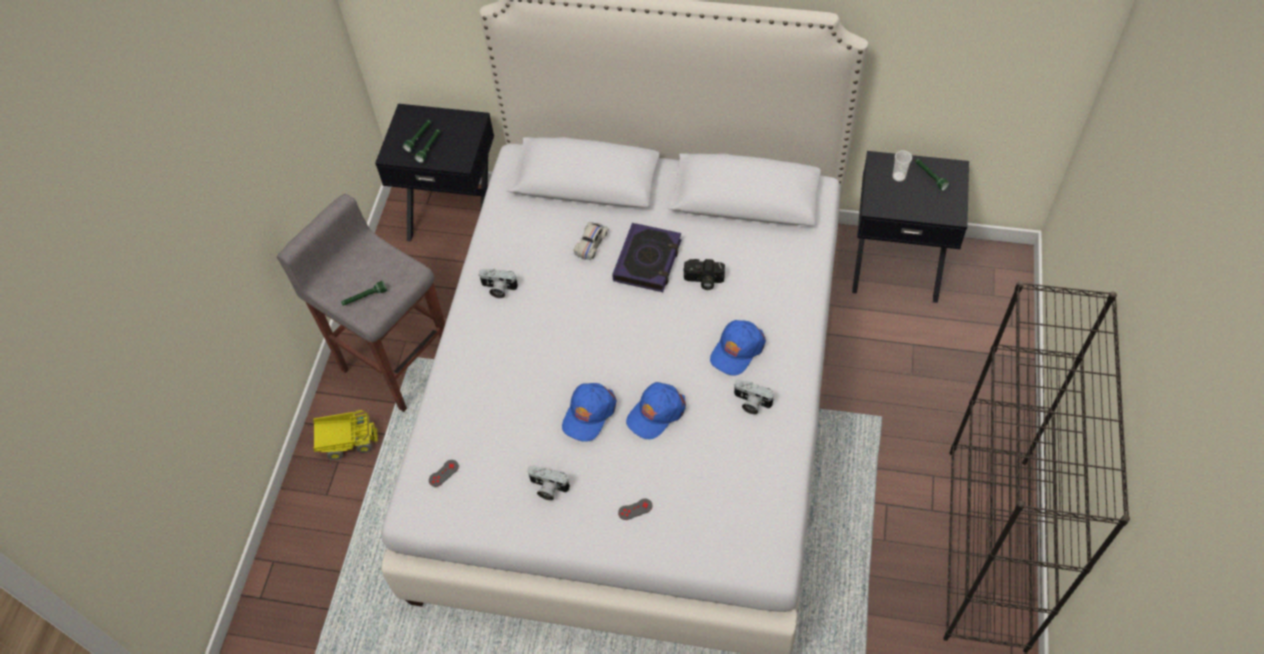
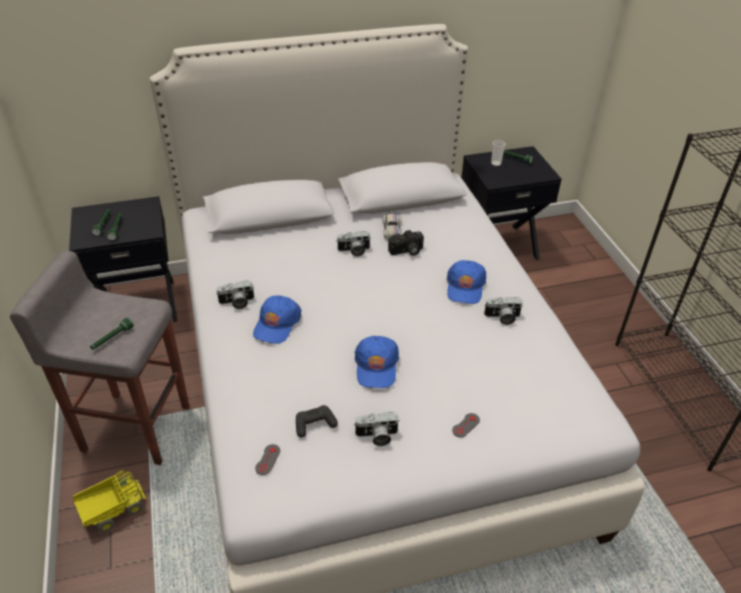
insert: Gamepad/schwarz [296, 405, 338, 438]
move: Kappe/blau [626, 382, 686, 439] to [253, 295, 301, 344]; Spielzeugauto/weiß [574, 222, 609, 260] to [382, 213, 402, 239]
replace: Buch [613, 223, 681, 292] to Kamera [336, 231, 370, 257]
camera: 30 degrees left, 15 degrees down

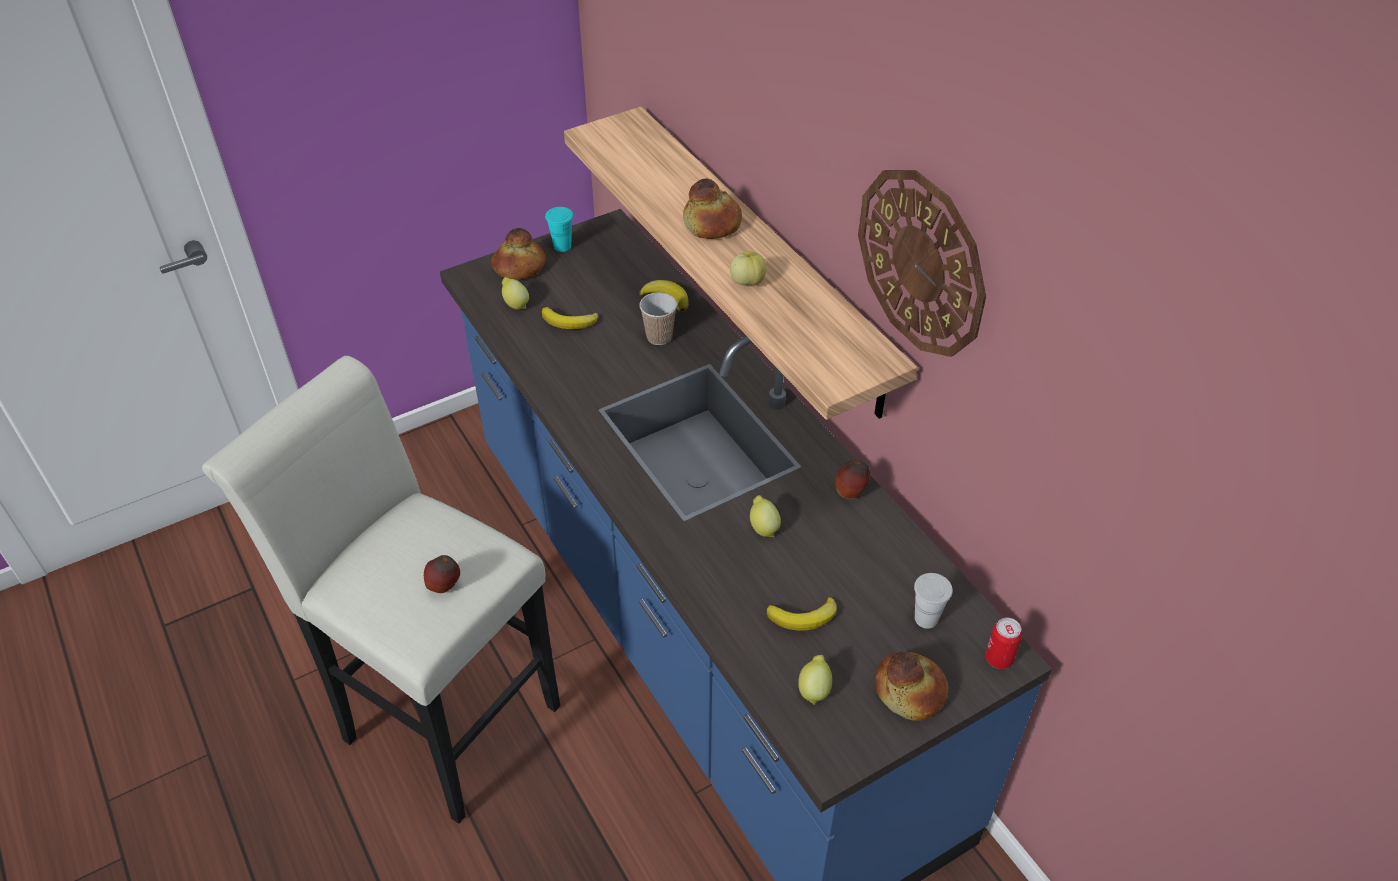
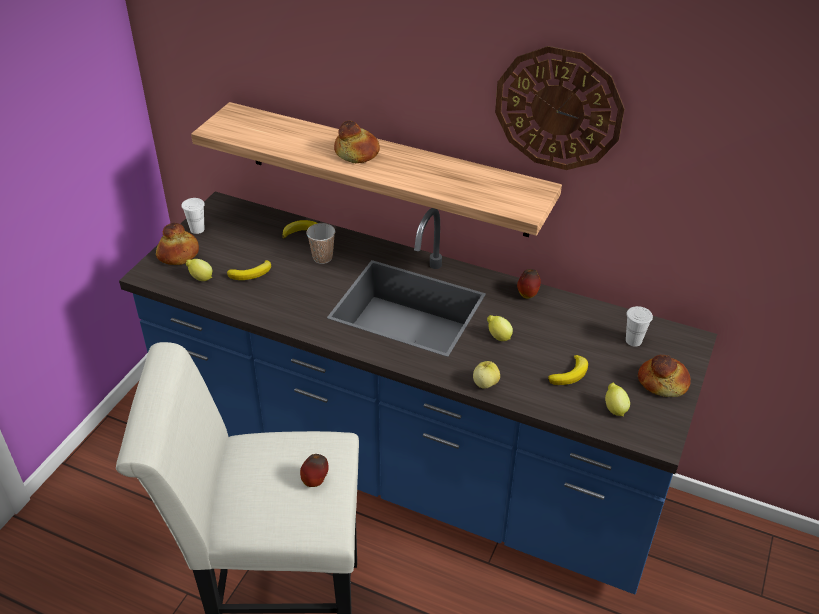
delete: Dose [985, 618, 1022, 669]
move: Apfel [730, 251, 767, 286] to [473, 361, 500, 388]
recolor: Tasse/türkis [545, 207, 574, 252] to Tasse/weiß [182, 198, 205, 234]
camera: 35 degrees left, 5 degrees down

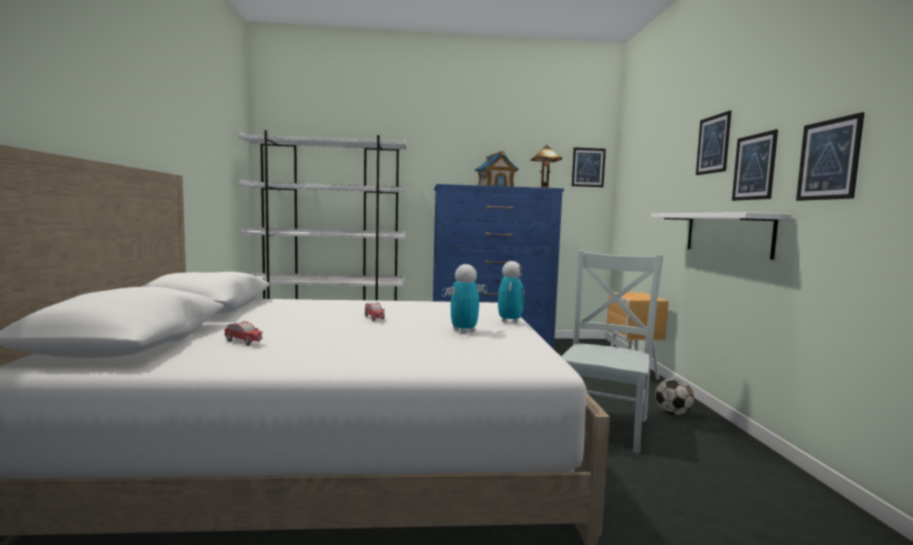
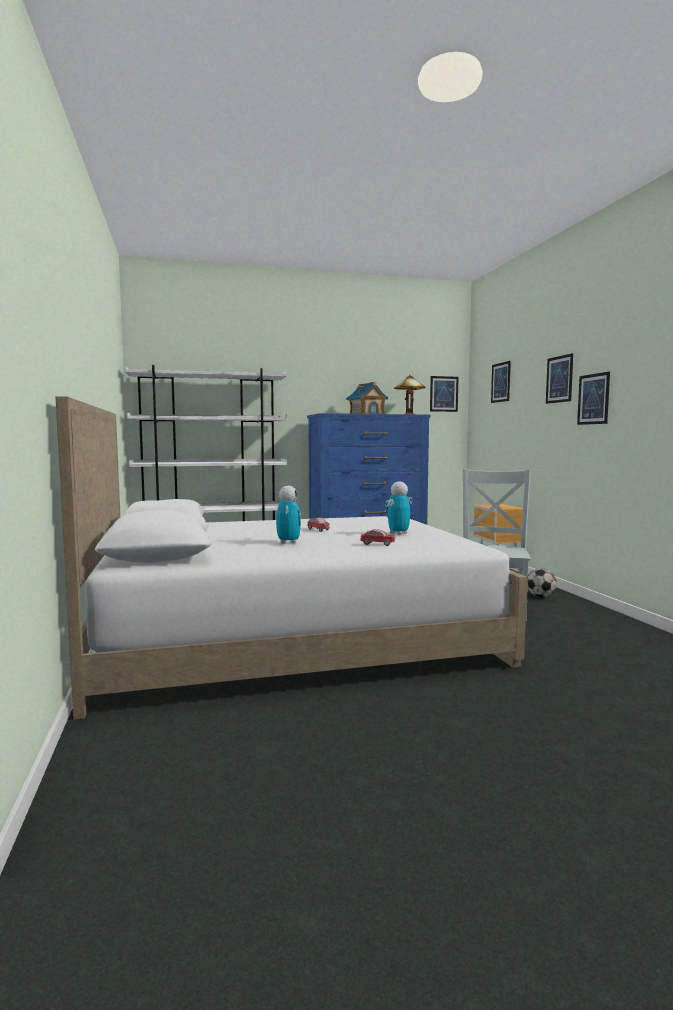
delete: Wandregal/weiß [651, 212, 792, 260]
move: Spielzeugroboter [498, 261, 524, 323] to [276, 486, 301, 544]; Spielzeugauto [224, 321, 263, 346] to [360, 529, 395, 546]; Bild [796, 112, 865, 201] to [491, 361, 511, 403]
camera: 10 degrees left, 0 degrees up

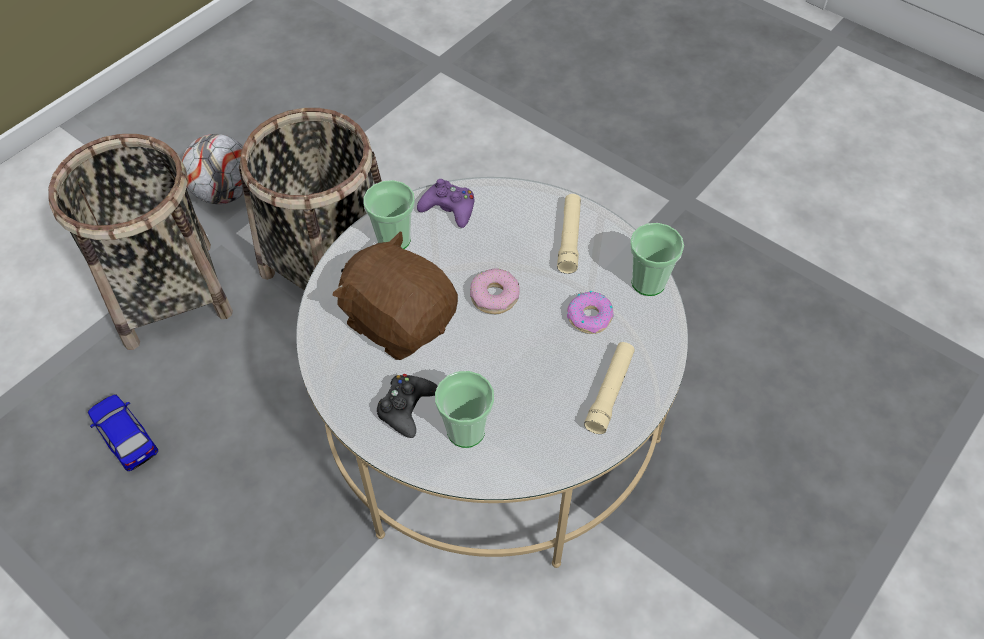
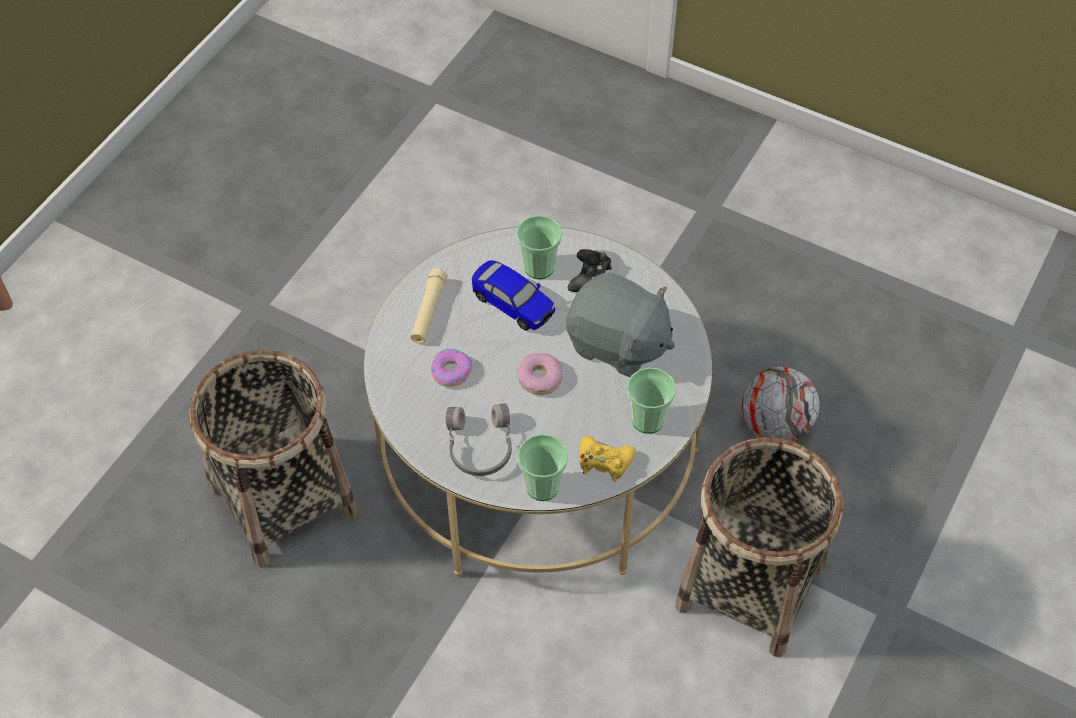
move: Korb [48, 134, 233, 350] to [189, 350, 357, 567]; Spielzeugauto [88, 394, 158, 471] to [472, 260, 555, 331]; Tasse [630, 223, 684, 296] to [517, 434, 568, 501]; Fußball [182, 134, 244, 204] to [741, 367, 820, 442]
replace: Taschenlampe/beige [557, 194, 581, 274] to Kopfhörer/grau [446, 403, 512, 476]
recolor: Plüschtier/braun [332, 231, 458, 360] to Plüschtier/grau [566, 272, 675, 377]; Gamepad/lila [417, 179, 474, 228] to Gamepad/gelb [579, 435, 636, 482]
camera: 170 degrees right, 0 degrees up

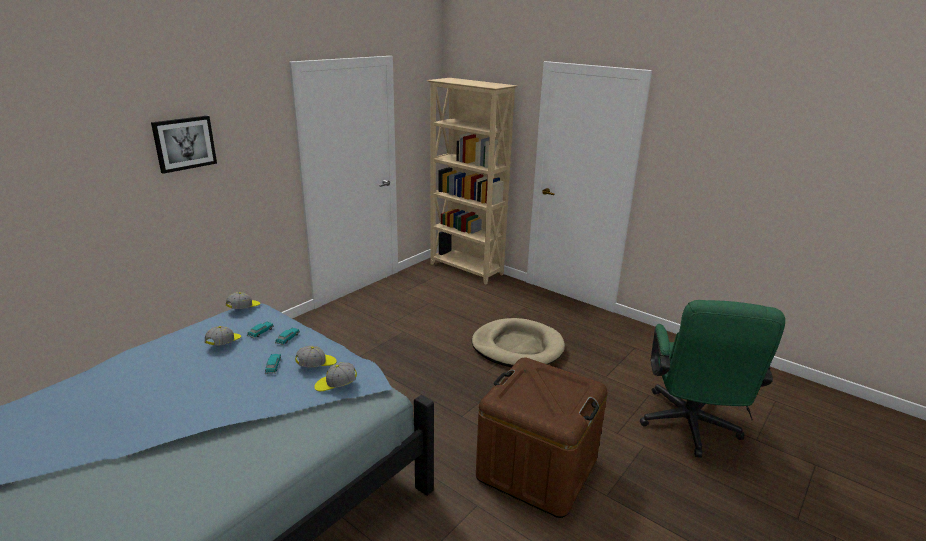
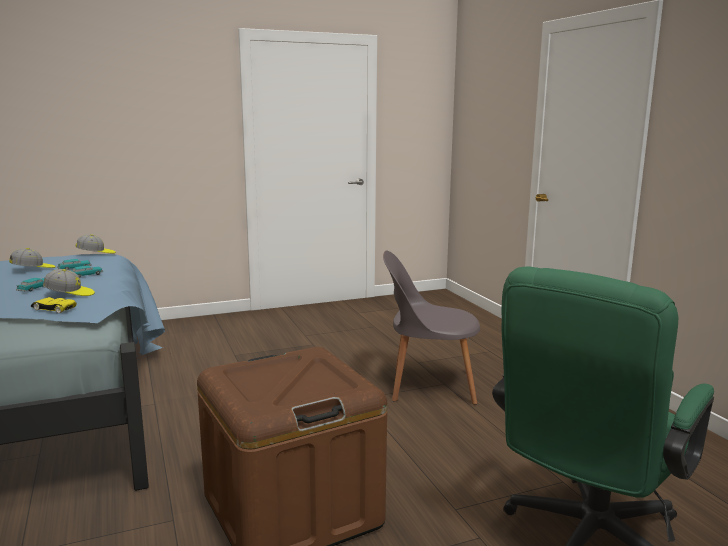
delete: Bild [151, 116, 217, 174]; Bücherregal/beige [427, 78, 517, 284]
replace: Kappe [314, 362, 357, 391] to Spielzeugauto/gelb [31, 297, 77, 313]; Hundebett/beige [472, 318, 565, 367] to Stuhl/grau [383, 251, 480, 405]
camera: 30 degrees right, 10 degrees down

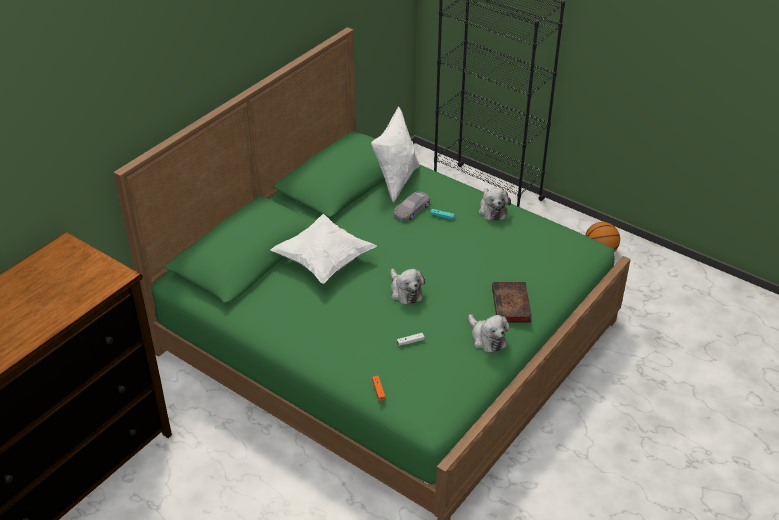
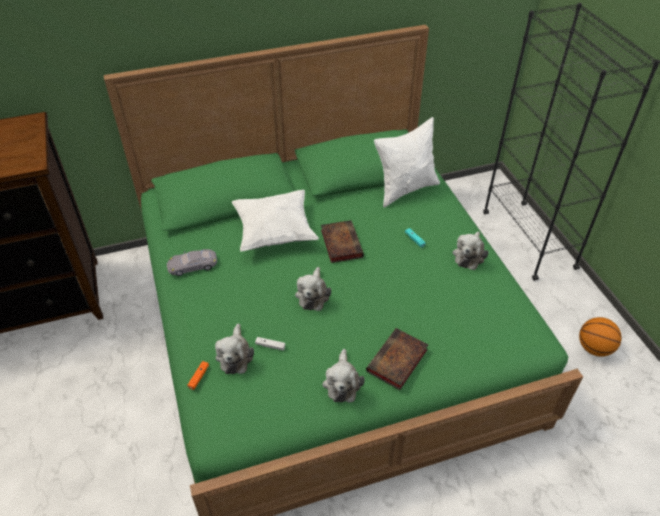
insert: Plüschtier [215, 324, 254, 374]; Buch [321, 220, 364, 263]
move: Spielzeugauto/grau [393, 191, 430, 221] to [167, 249, 217, 276]
camera: 35 degrees right, 5 degrees up

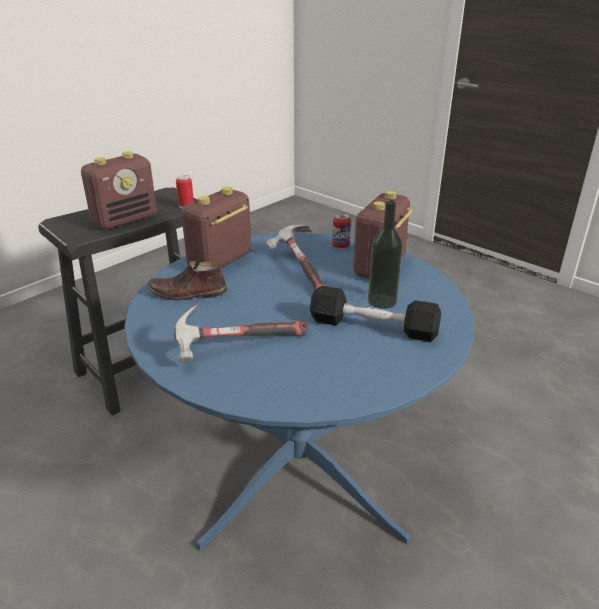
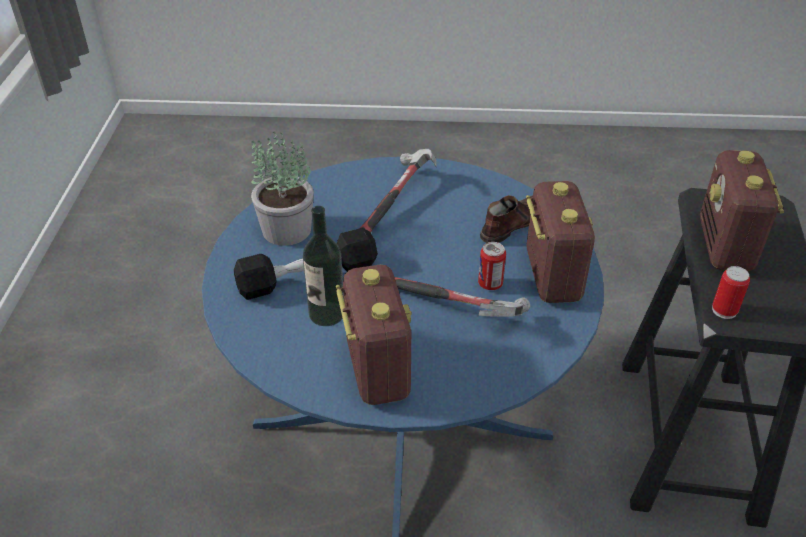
insert: Topfpflanze [251, 132, 314, 246]
move: Dose [332, 213, 351, 249] to [478, 242, 506, 290]
camera: 140 degrees right, 10 degrees up

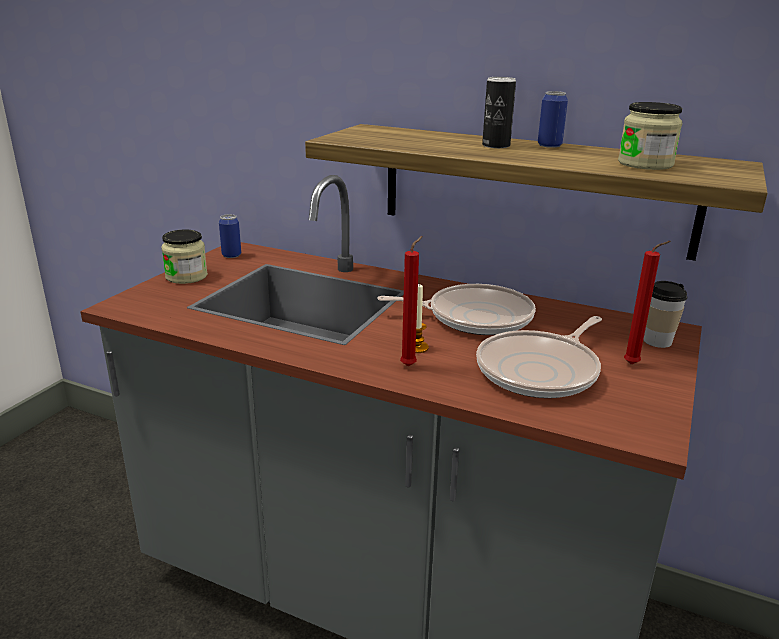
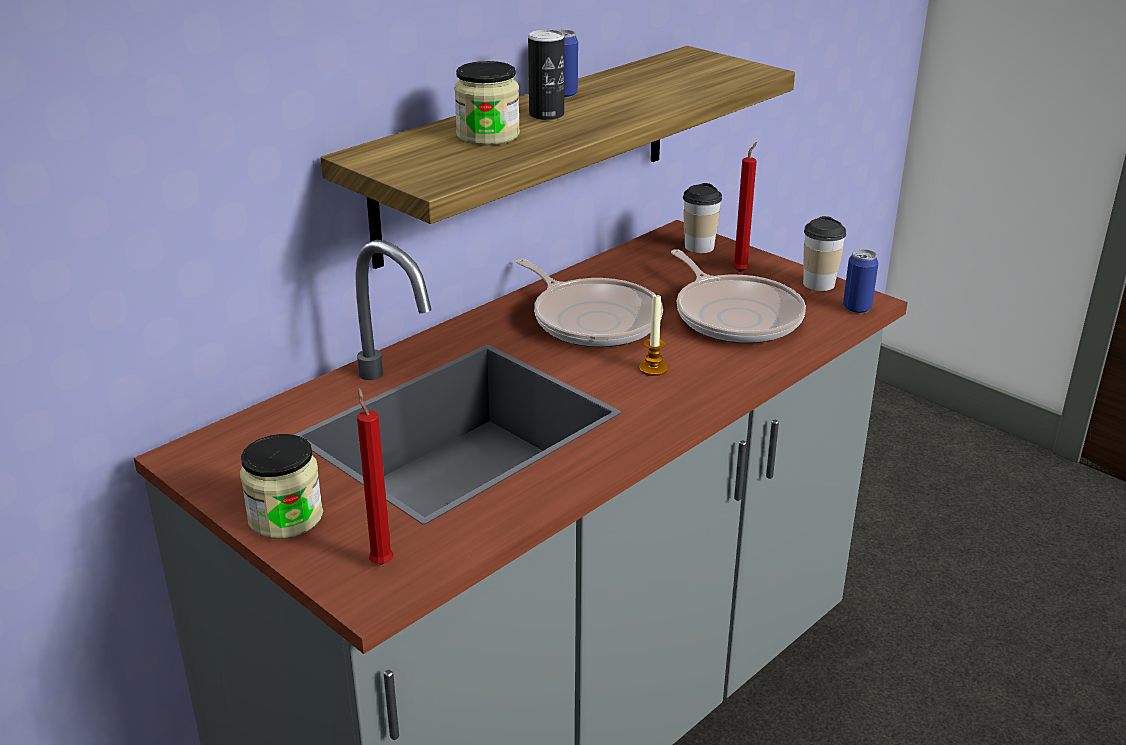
insert: Tasse [803, 216, 846, 291]
move: Kerze/rot [400, 236, 423, 366] to [357, 388, 393, 565]; Vorratsglas [618, 102, 682, 170] to [454, 61, 520, 145]; Dose [219, 214, 241, 258] to [843, 249, 879, 314]
rotate: Pfanne [377, 284, 536, 335] = [516, 258, 663, 347] 120 degrees clockwise
camera: 70 degrees left, 5 degrees up

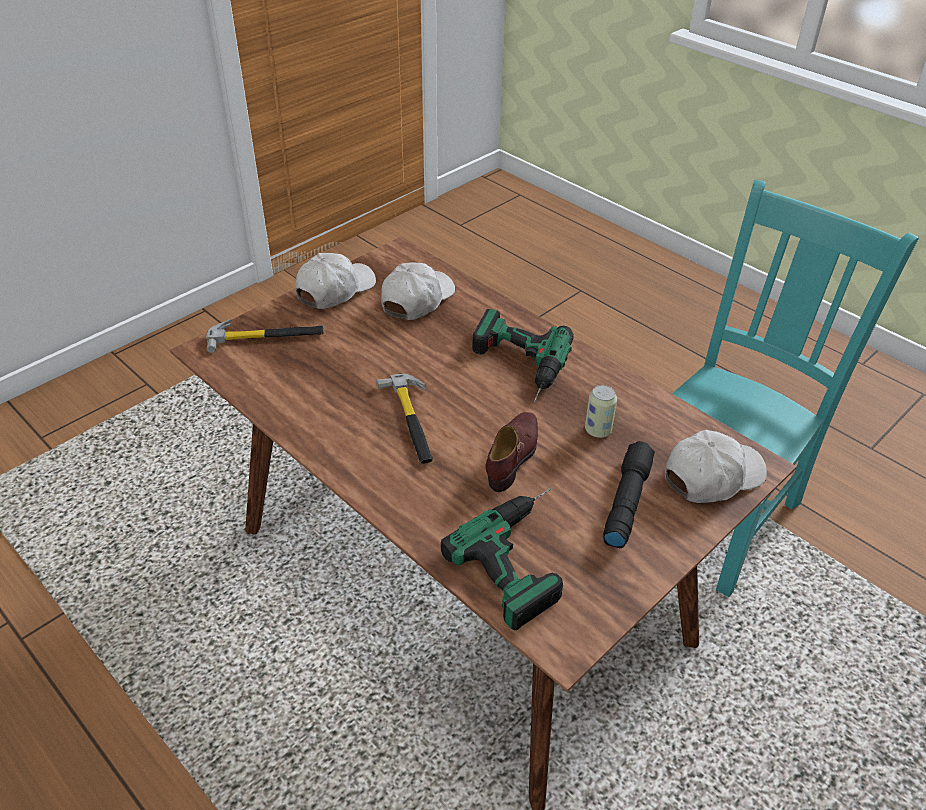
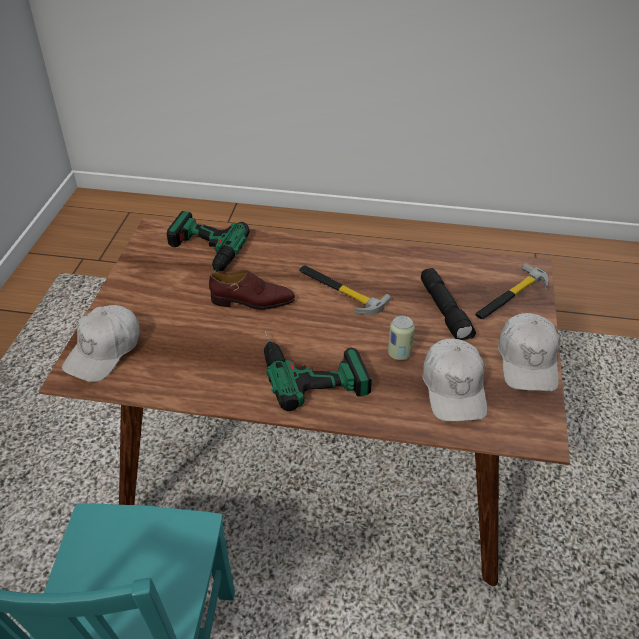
move: Dose [585, 385, 617, 438] to [388, 316, 415, 360]; Taschenlampe/schwarz [603, 441, 655, 548] to [421, 268, 476, 340]
rotate: Schuh/braun [486, 412, 538, 492] = [209, 270, 295, 310] 75 degrees counterclockwise
camera: 145 degrees right, 0 degrees up

